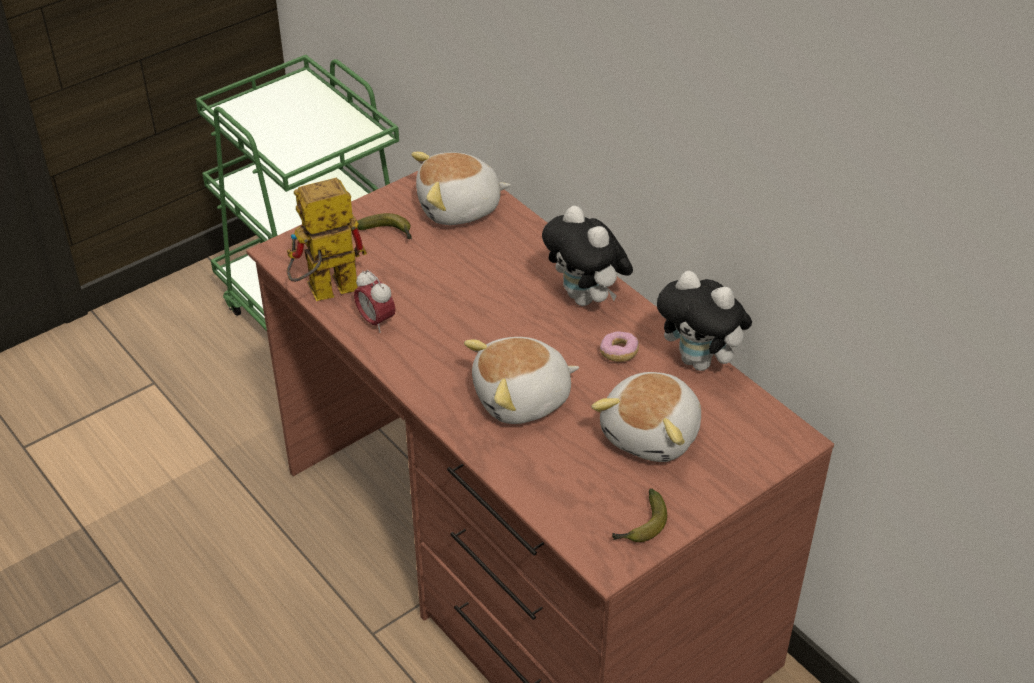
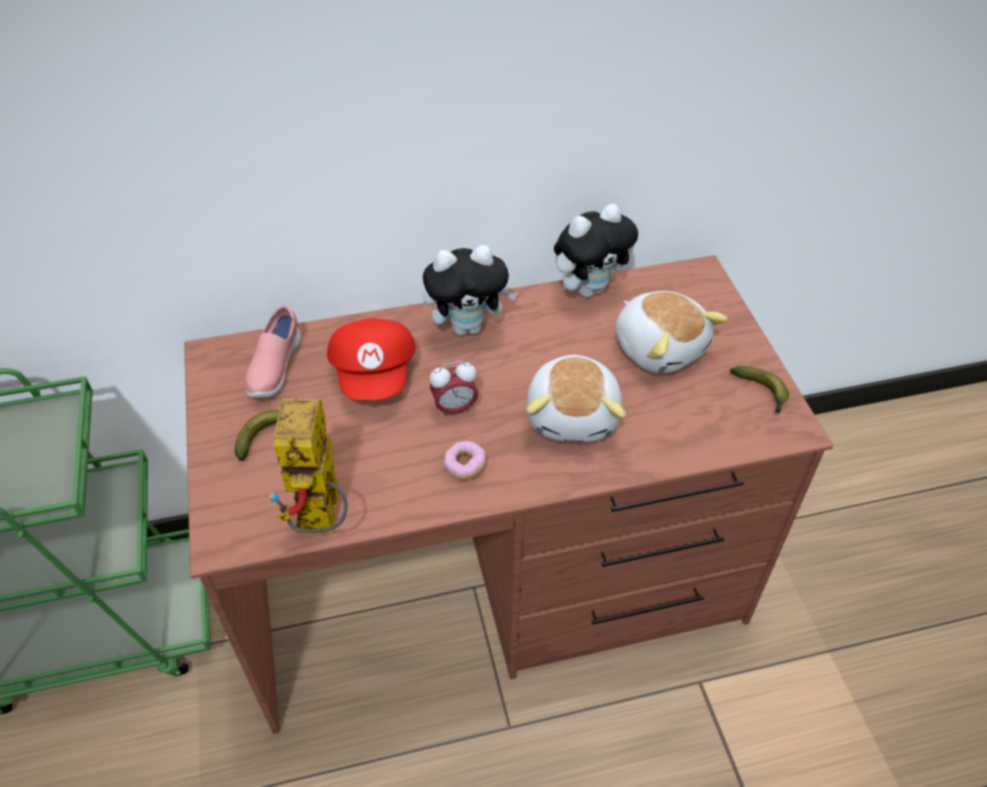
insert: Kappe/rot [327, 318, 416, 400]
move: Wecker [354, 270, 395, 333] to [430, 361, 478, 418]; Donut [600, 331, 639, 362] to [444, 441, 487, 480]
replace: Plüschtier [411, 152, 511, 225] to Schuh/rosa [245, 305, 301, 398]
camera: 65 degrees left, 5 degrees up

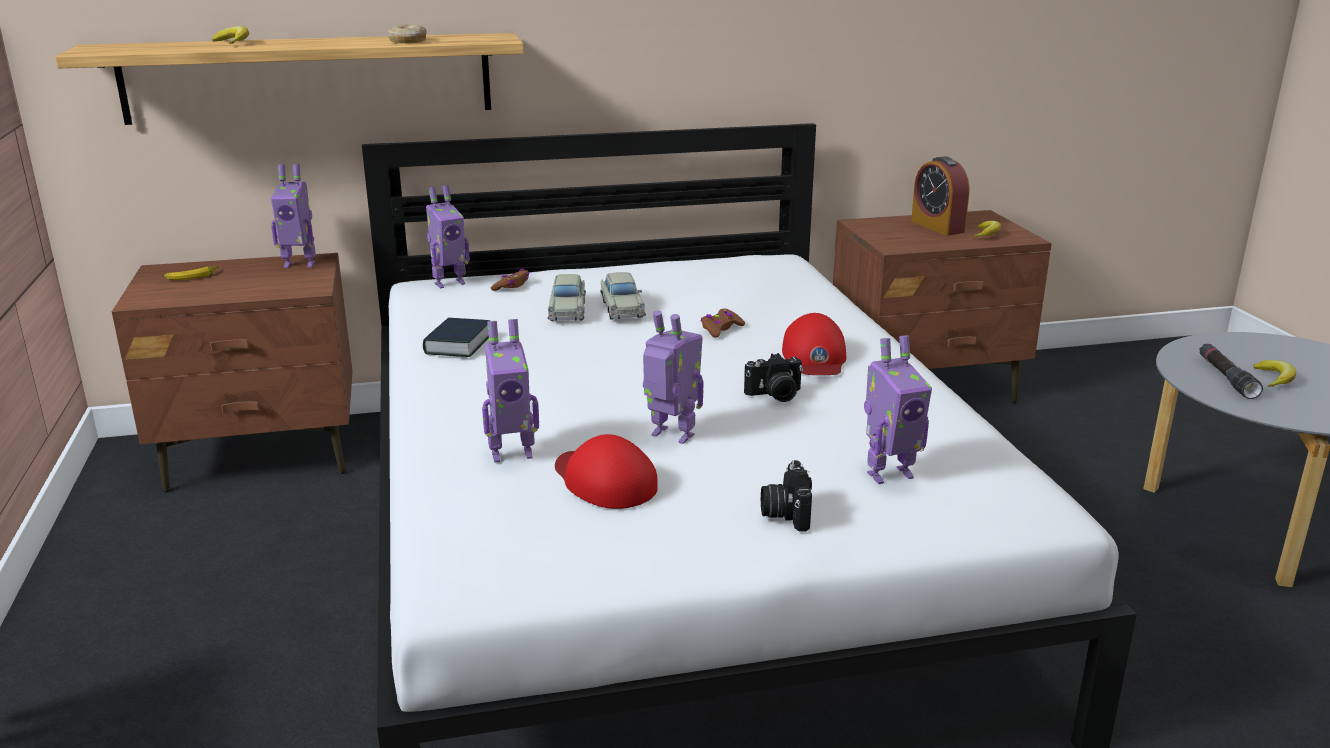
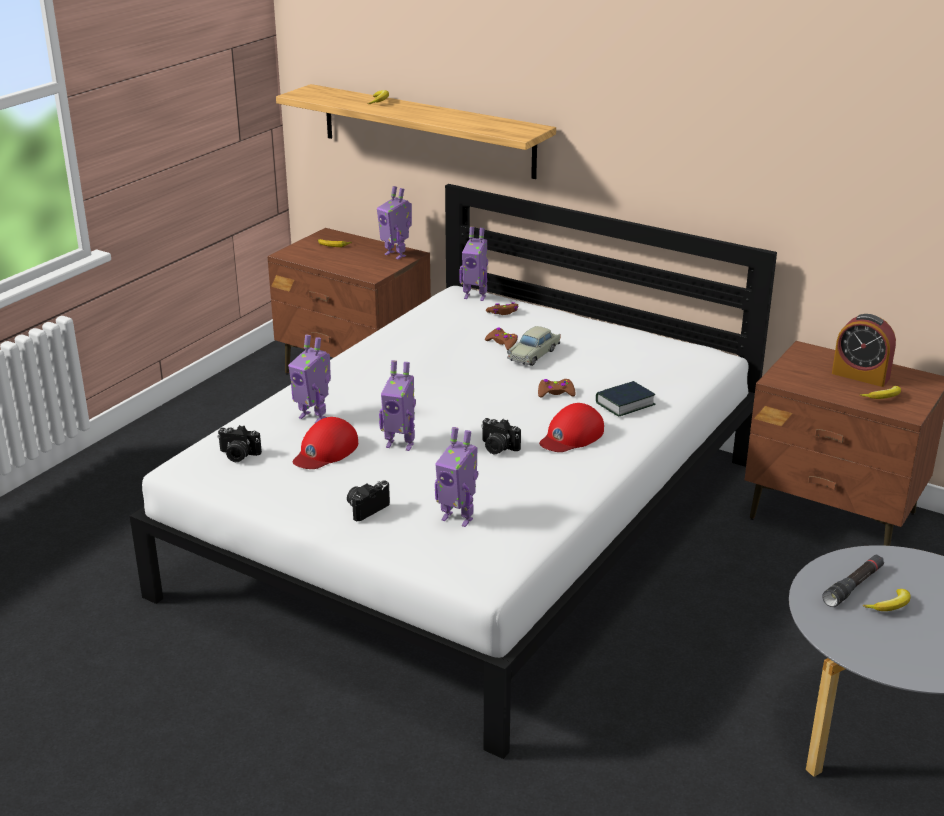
delete: Donut [387, 24, 427, 43]
insert: Kamera [217, 425, 262, 462]
move: Buch [423, 318, 490, 357] to [596, 381, 656, 417]
replace: Spielzeugauto/beige [548, 274, 586, 321] to Gamepad/braun [485, 328, 518, 350]
rotate: Kappe/rot [555, 434, 658, 509] = [293, 417, 358, 469] 150 degrees counterclockwise; Spielzeugroboter [643, 310, 704, 444] = [379, 360, 416, 451] 120 degrees clockwise; Wecker [911, 156, 969, 236] = [832, 314, 896, 387] 75 degrees counterclockwise
camera: 45 degrees right, 5 degrees up

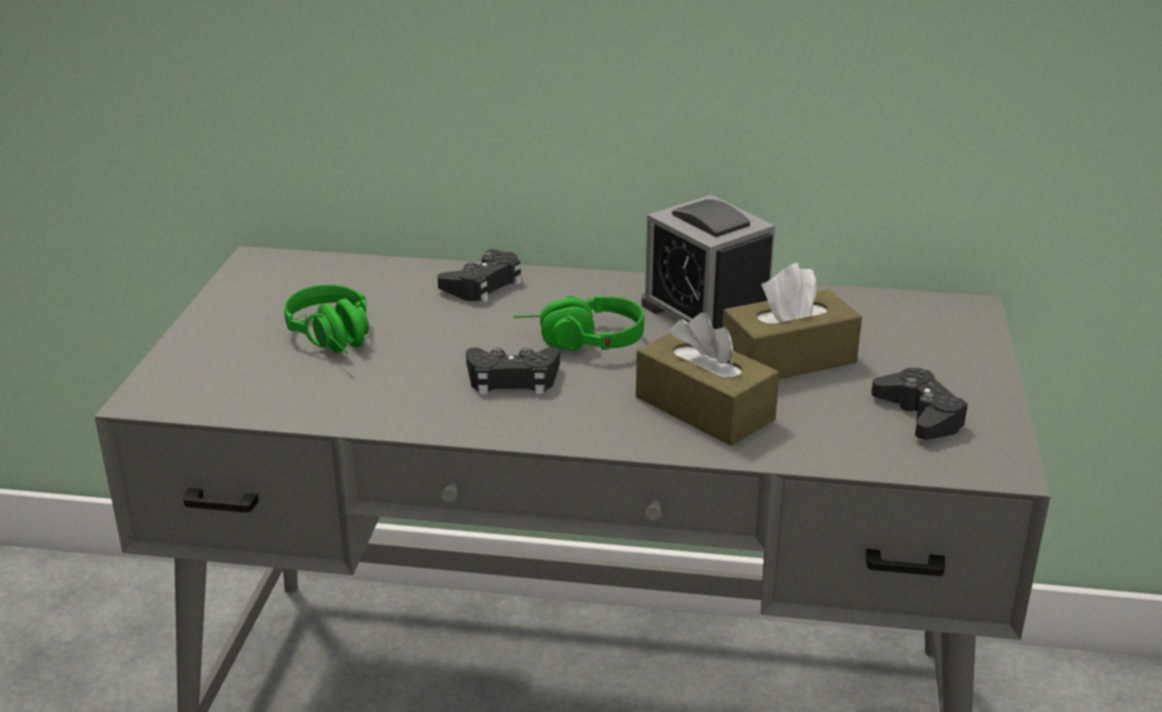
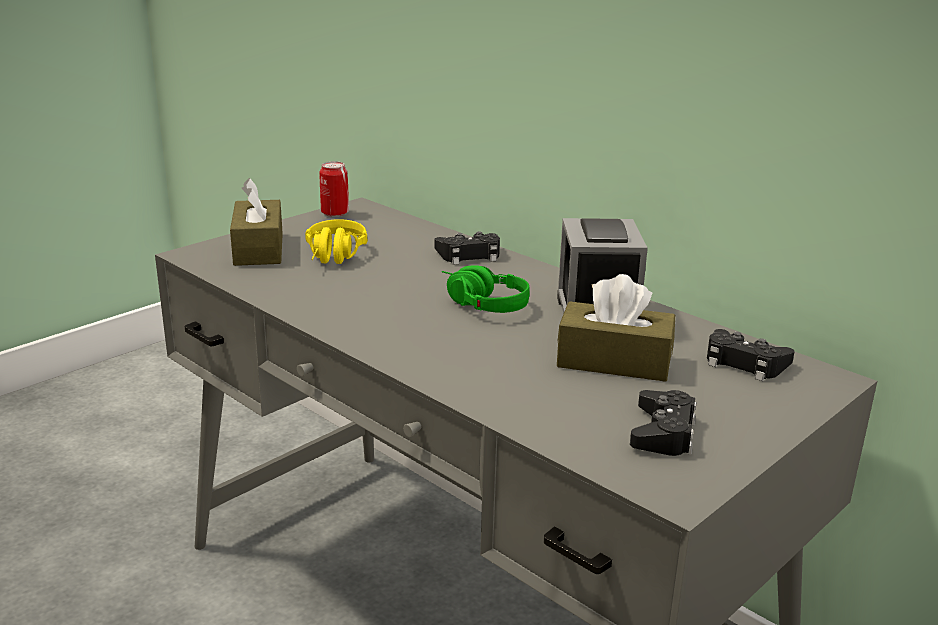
insert: Dose [319, 161, 349, 217]
move: Taschentuchbox/braun [636, 312, 779, 446] to [230, 178, 283, 266]; Gamepad/schwarz [466, 347, 560, 395] to [707, 329, 794, 381]
recolor: Kopfhörer/grün [284, 285, 369, 353] to Kopfhörer/gelb [305, 219, 367, 264]
camera: 35 degrees right, 5 degrees down

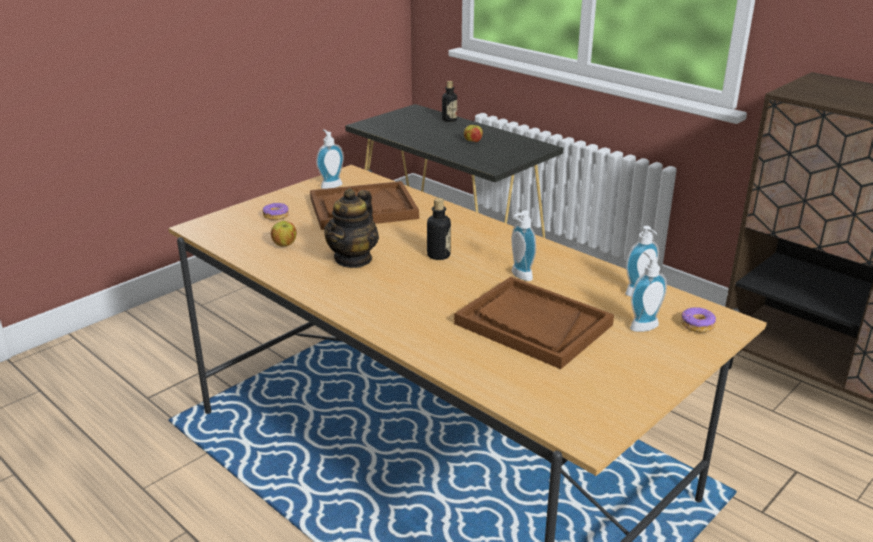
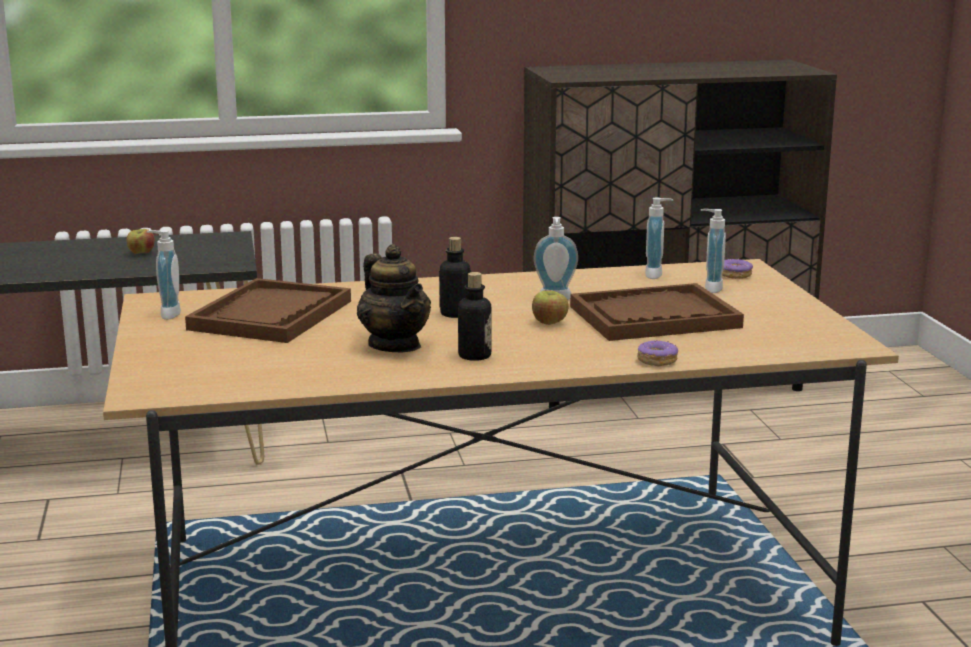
move: Flasche [442, 81, 457, 122] to [458, 272, 492, 361]; Apfel [271, 221, 296, 247] to [532, 290, 569, 325]; Donut [263, 203, 289, 220] to [637, 340, 678, 366]
camera: 55 degrees left, 10 degrees down

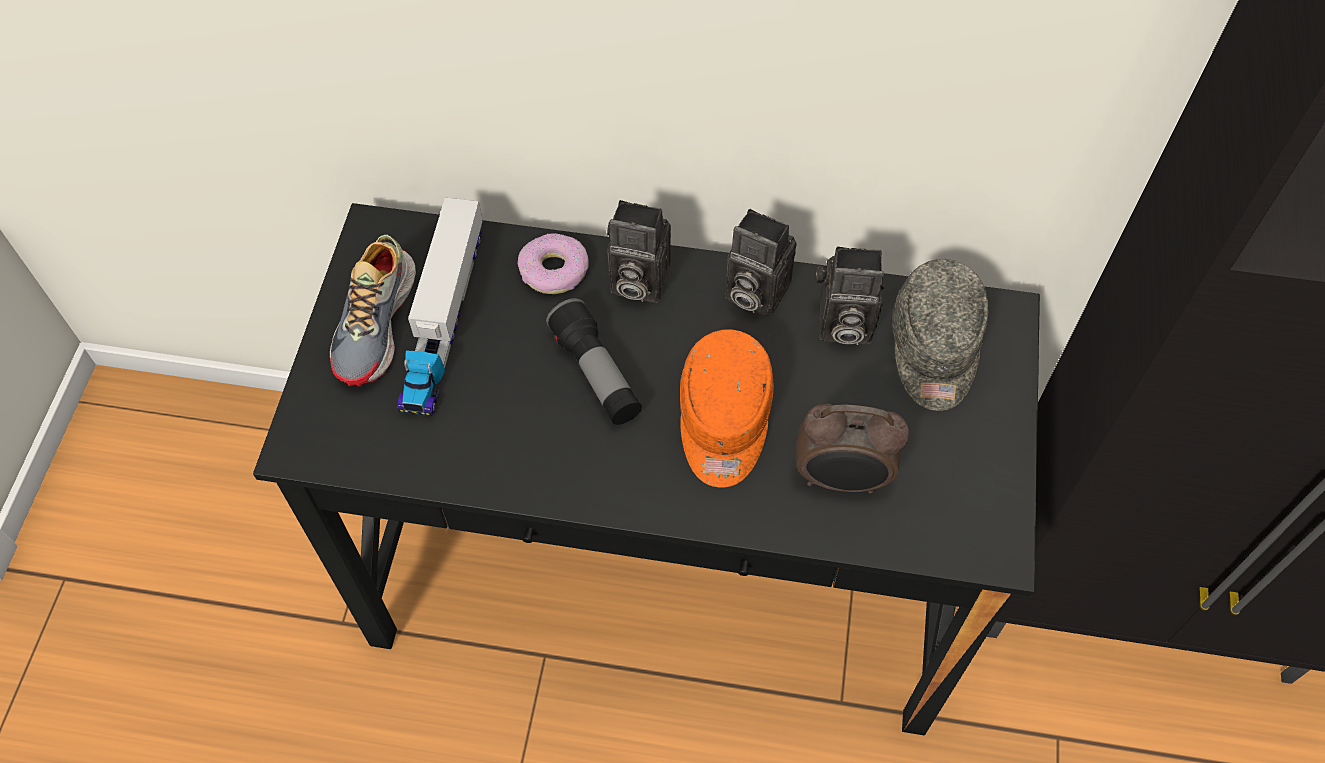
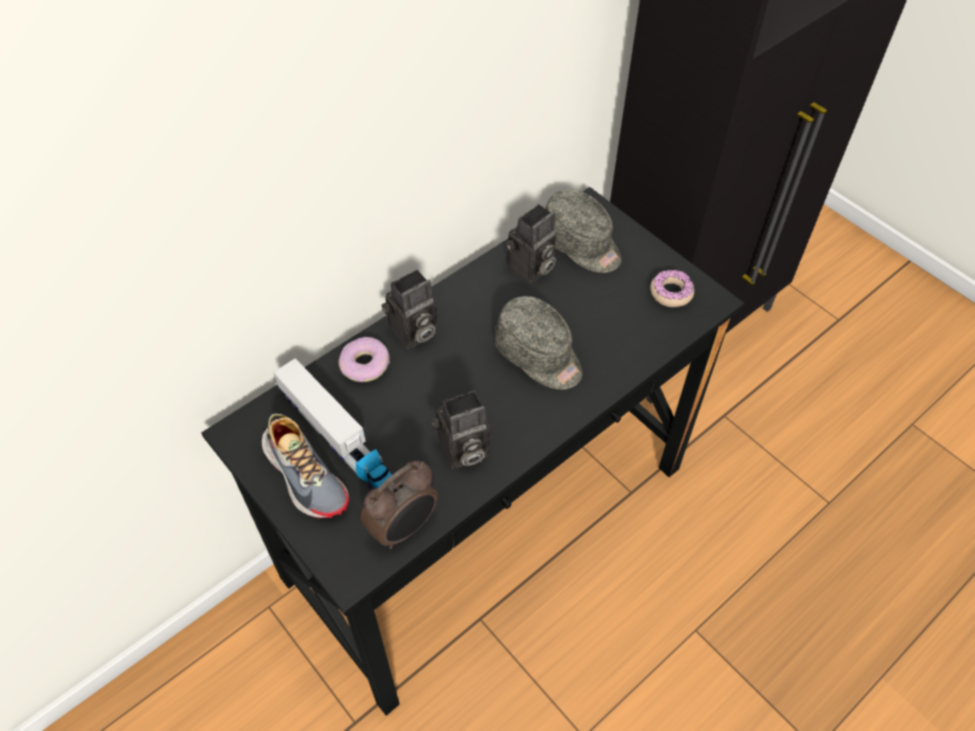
delete: Taschenlampe [546, 298, 642, 425]
insert: Donut [650, 270, 694, 307]
move: Wecker [796, 403, 909, 494] to [361, 461, 438, 549]; Kamera [726, 209, 796, 318] to [431, 391, 490, 468]
recolor: Kappe/orange [680, 329, 774, 488] to Kappe/grau [495, 296, 582, 389]
camera: 50 degrees left, 5 degrees down

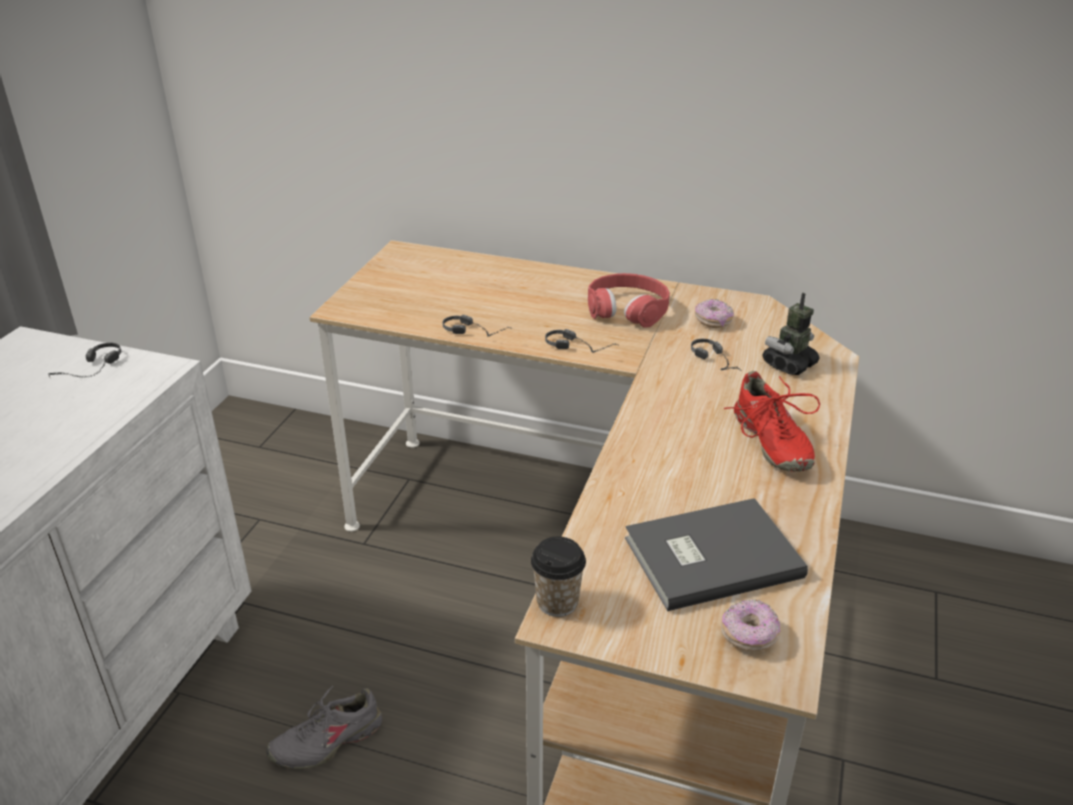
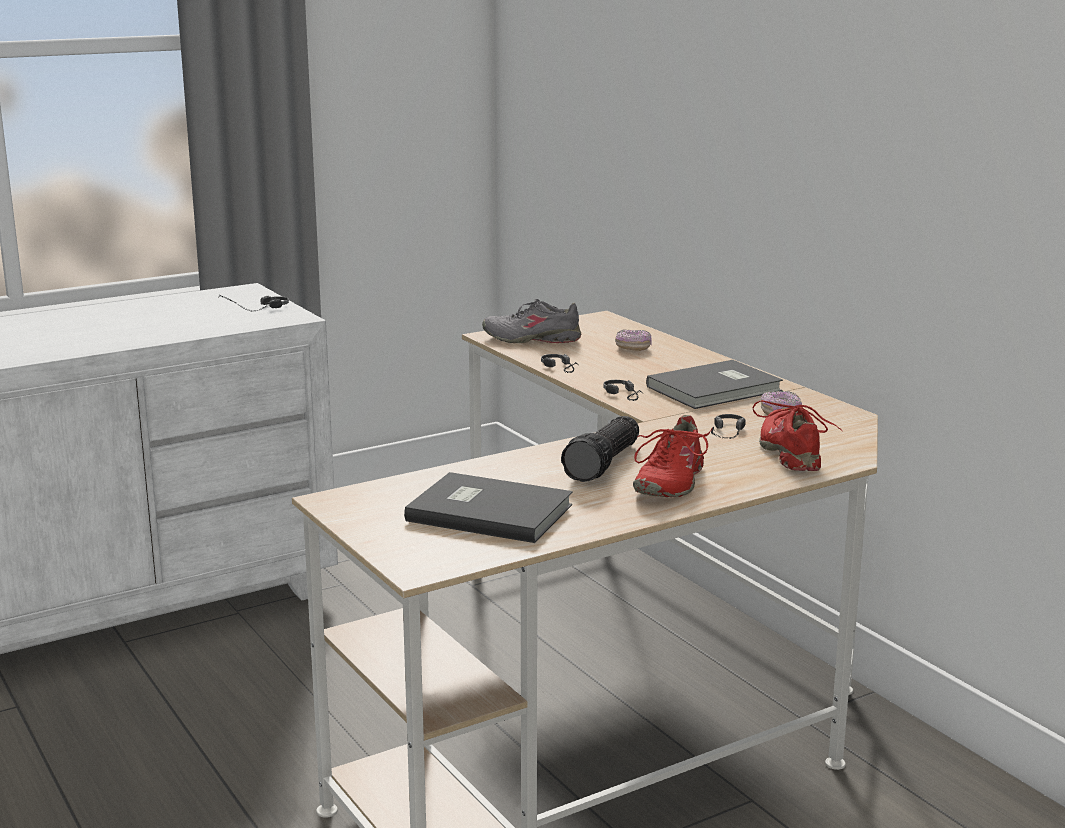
delete: Tasse [531, 537, 586, 617]
insert: Taschenlampe [561, 416, 639, 482]
move: Schuh/grau [266, 686, 382, 769] to [482, 299, 582, 343]; Donut [721, 599, 780, 651] to [615, 330, 652, 351]
replace: Kopfhörer/rot [588, 273, 670, 328] to Buch/grau [646, 360, 783, 409]; Spielzeugroboter [762, 293, 820, 375] to Schuh/rot [752, 400, 842, 471]
camera: 40 degrees right, 15 degrees down

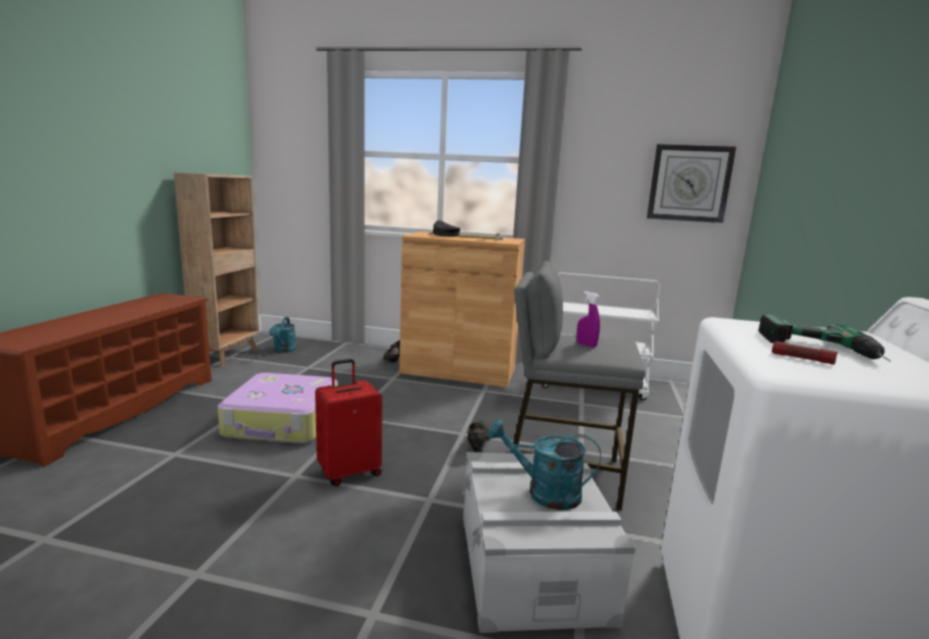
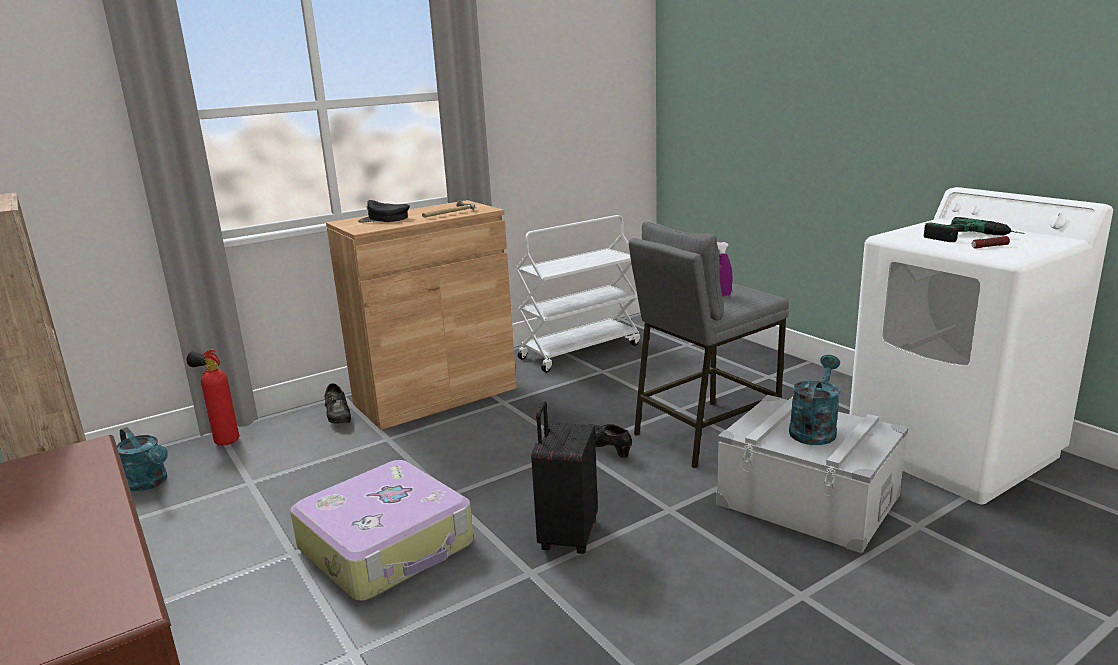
delete: Wanduhr [647, 144, 736, 223]
insert: Feuerlöscher [186, 349, 239, 445]
recolor: Koffer/rot [315, 359, 382, 486] to Koffer/schwarz [531, 401, 598, 554]
rotate: Gießkanne/türkis [488, 420, 601, 510] = [789, 355, 840, 445] 150 degrees clockwise
camera: 45 degrees left, 5 degrees up

